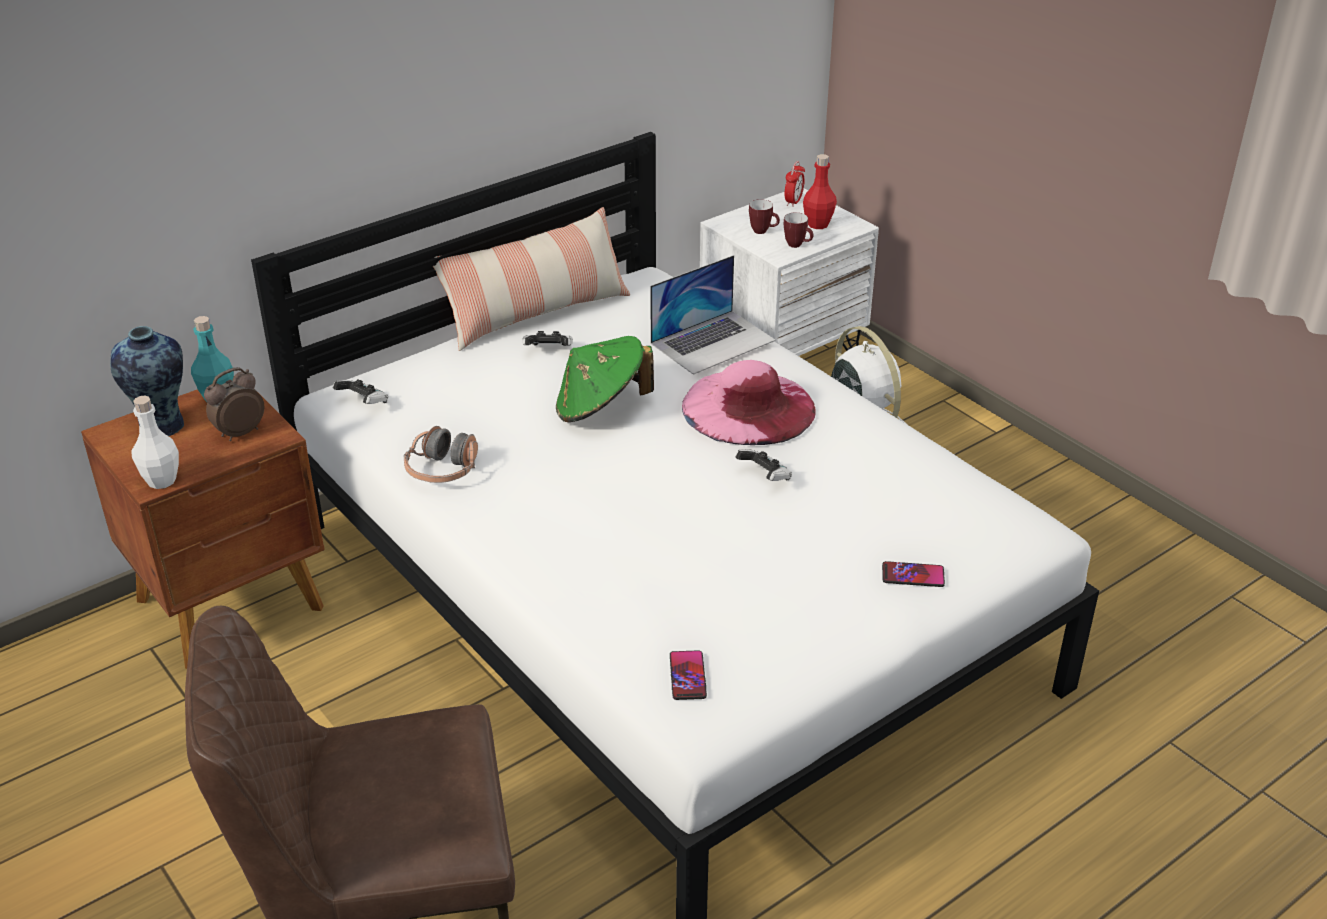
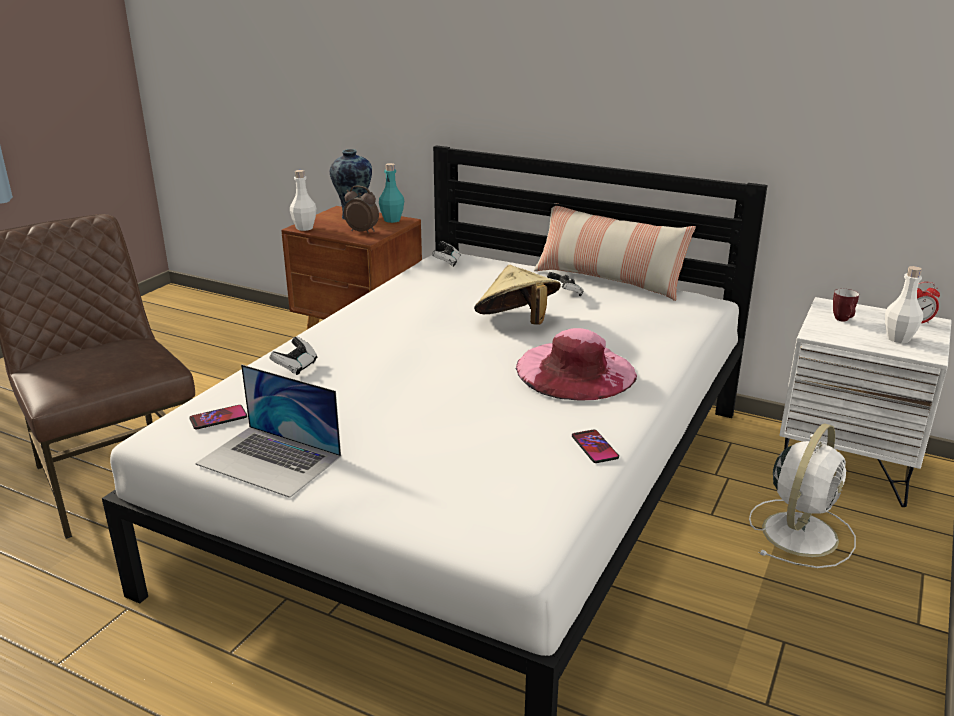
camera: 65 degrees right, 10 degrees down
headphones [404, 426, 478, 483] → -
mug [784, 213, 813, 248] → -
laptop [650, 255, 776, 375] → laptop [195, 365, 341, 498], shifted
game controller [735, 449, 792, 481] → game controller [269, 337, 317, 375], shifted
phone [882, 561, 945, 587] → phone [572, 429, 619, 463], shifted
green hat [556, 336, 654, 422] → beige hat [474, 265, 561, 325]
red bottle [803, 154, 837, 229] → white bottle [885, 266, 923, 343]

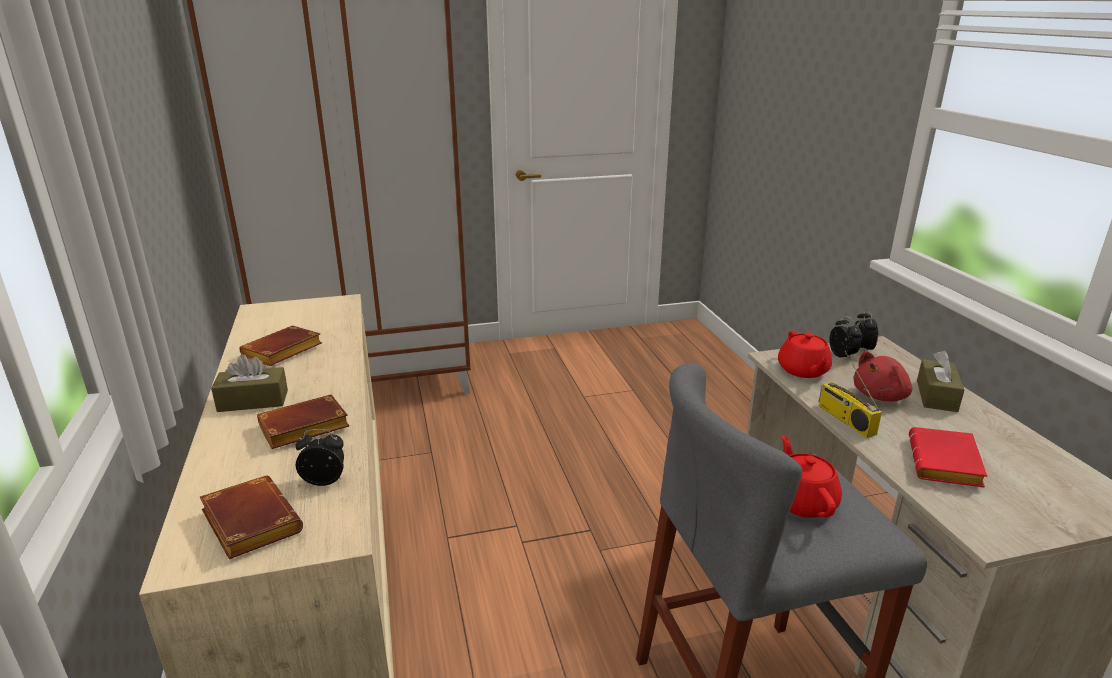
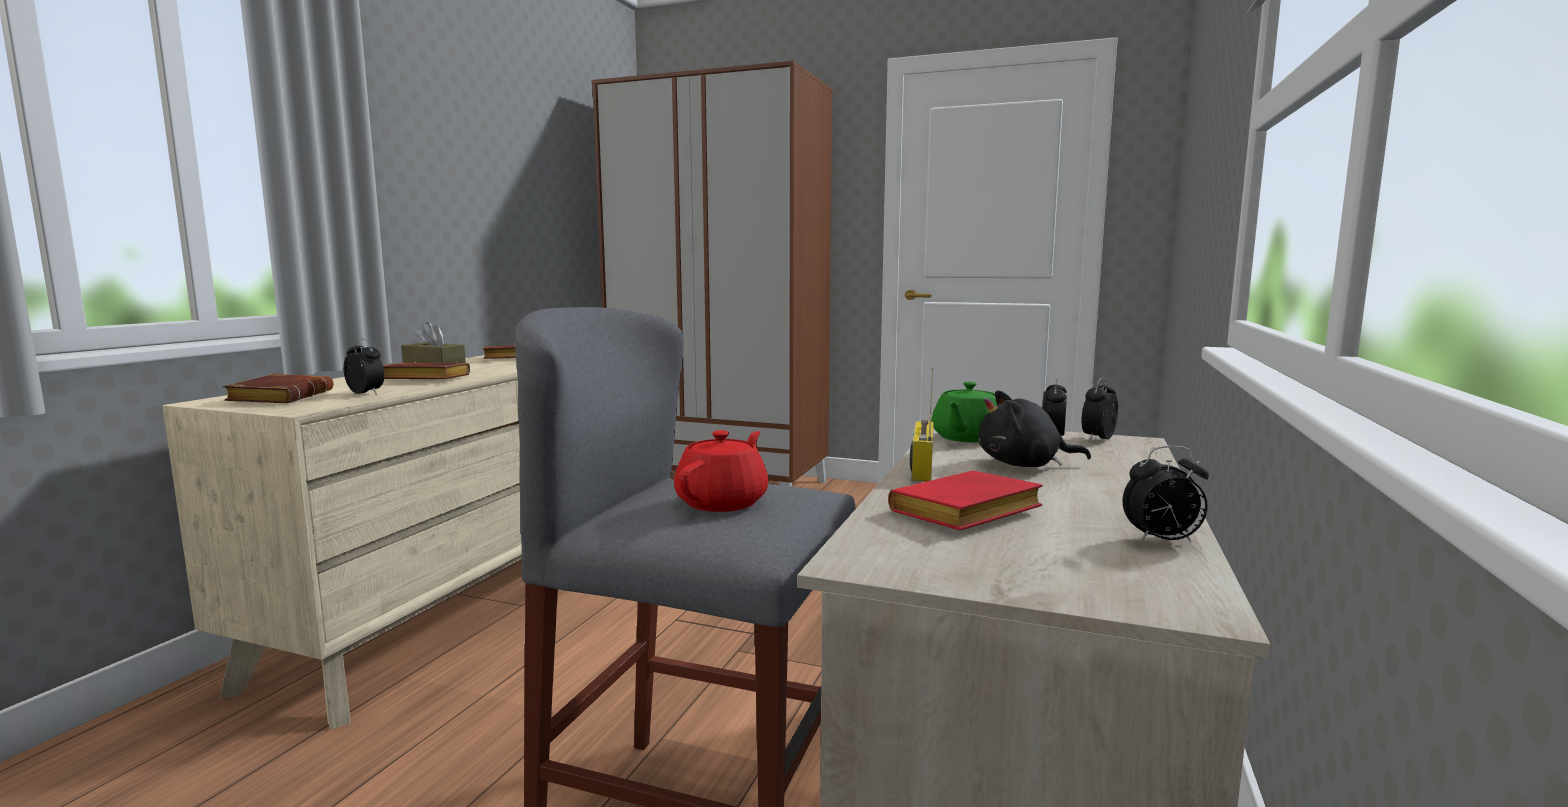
camera: 35 degrees right, 15 degrees down
brown tissue box [917, 351, 964, 412] → -
- → alarm clock [1123, 446, 1209, 543]
red teapot [778, 331, 832, 378] → green teapot [931, 382, 997, 443]
red plush toy [853, 351, 912, 401] → black plush toy [979, 390, 1091, 467]

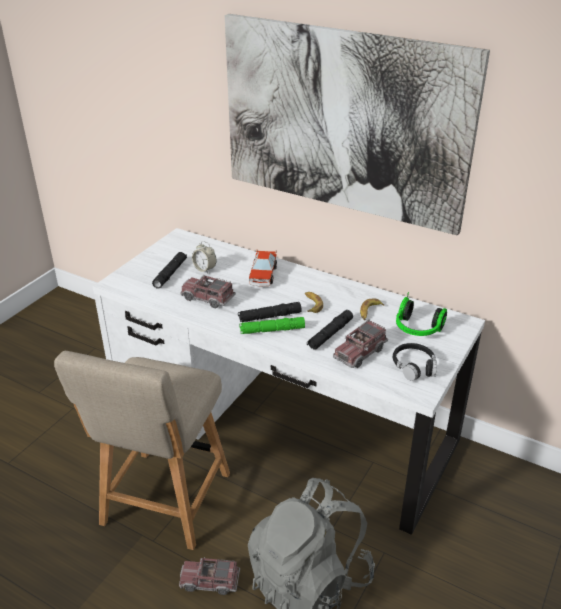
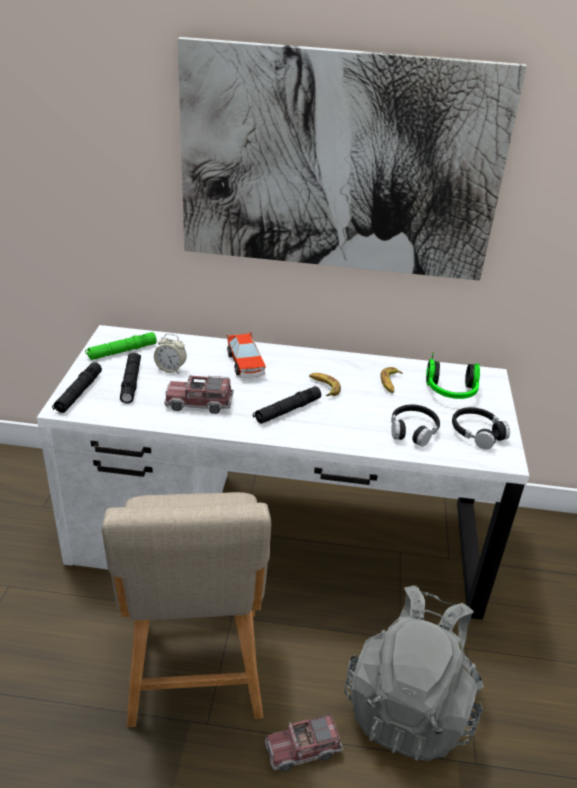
camera: 25 degrees left, 0 degrees up
green flashlight [239, 317, 305, 334] → green flashlight [85, 332, 157, 360], shifted
black flashlight [307, 310, 353, 350] → black flashlight [52, 362, 102, 413], shifted
toy truck [333, 320, 388, 368] → black headphones [391, 405, 440, 447]

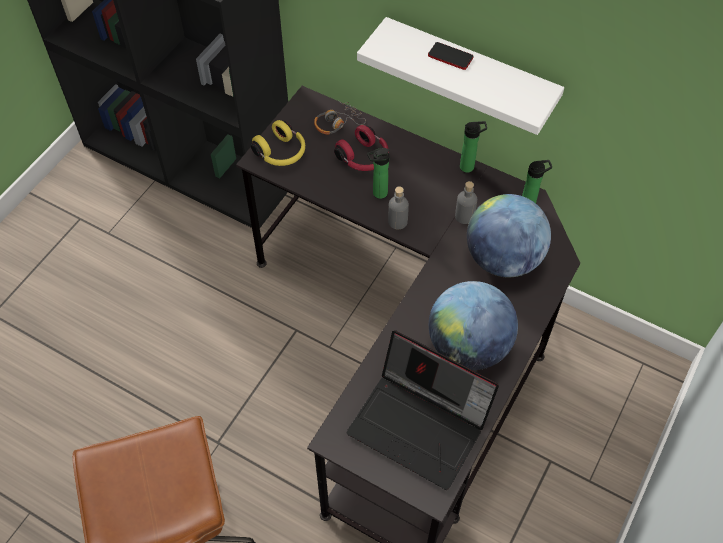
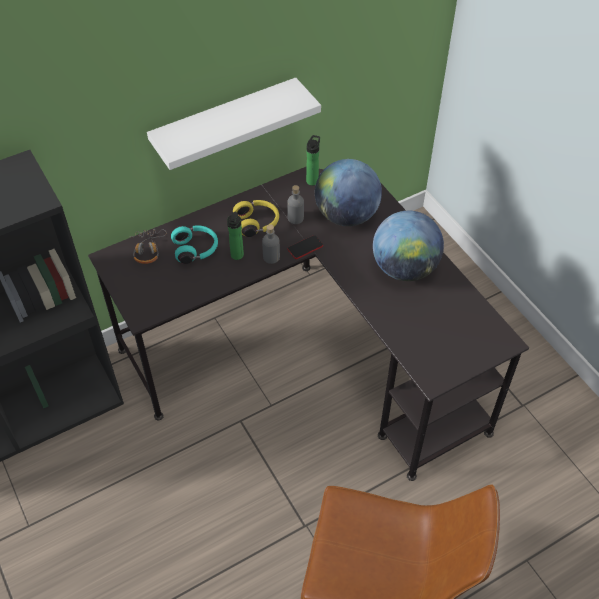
camera: 60 degrees left, 5 degrees down
laptop [347, 330, 499, 490] → -
bottle [460, 121, 487, 173] → -
yellow headphones [251, 120, 305, 166] → yellow headphones [233, 200, 279, 237], shifted
phone [428, 42, 474, 70] → phone [287, 235, 323, 259], shifted
red headphones [334, 125, 389, 171] → turquoise headphones [171, 225, 218, 264]

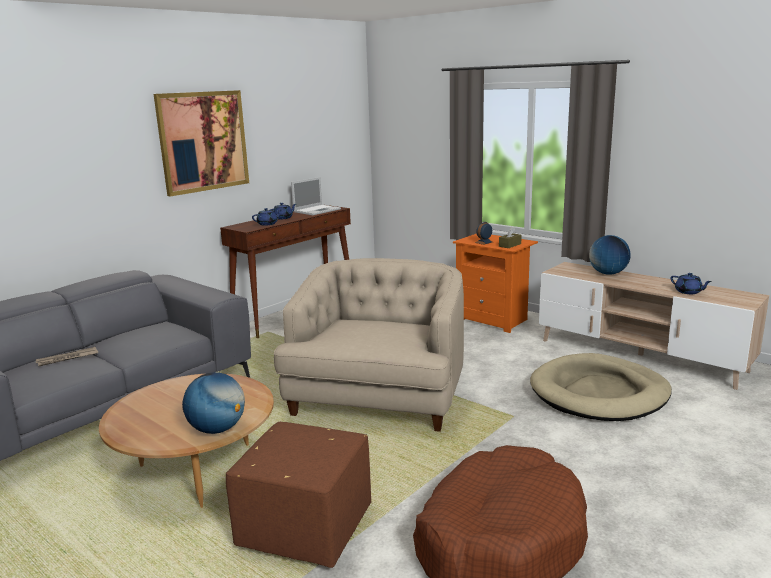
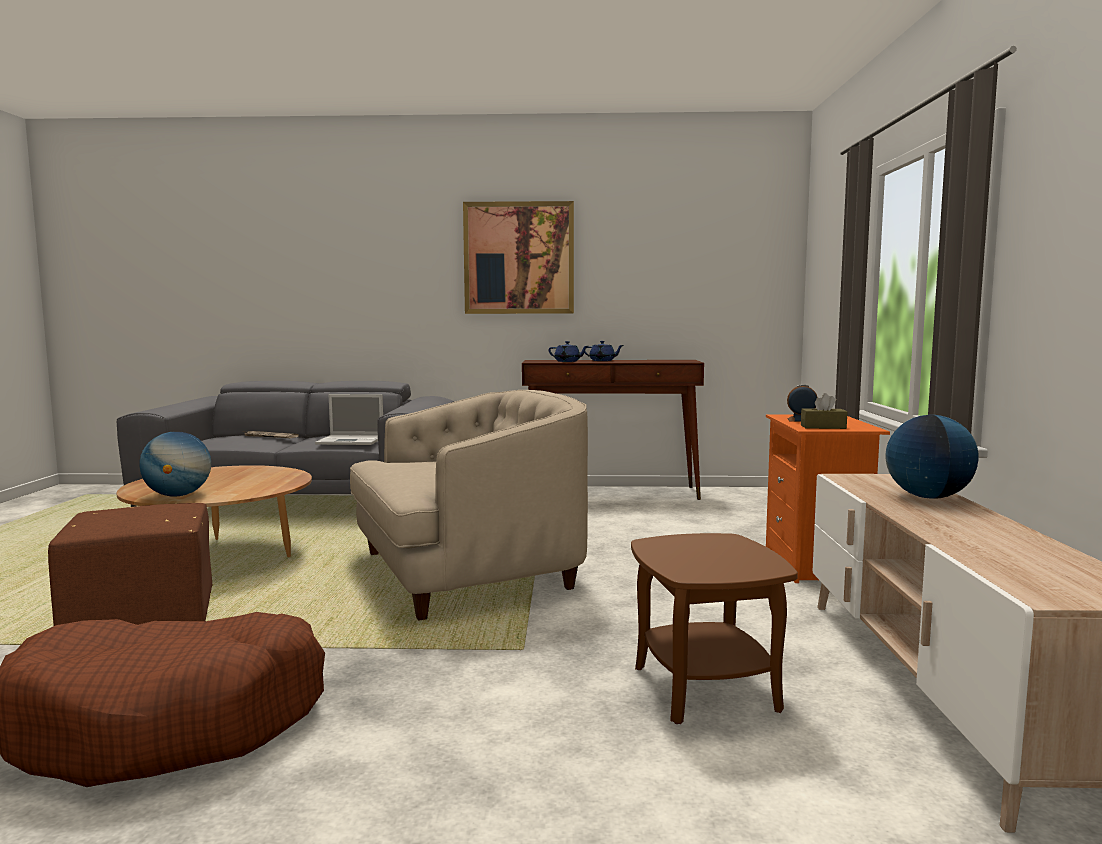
camera: 50 degrees right, 10 degrees down
blue teapot [671, 273, 712, 294] → -
laptop [291, 177, 341, 215] → laptop [315, 394, 383, 445], shifted
beige dog bed [530, 353, 672, 421] → brown side table [631, 533, 798, 724]

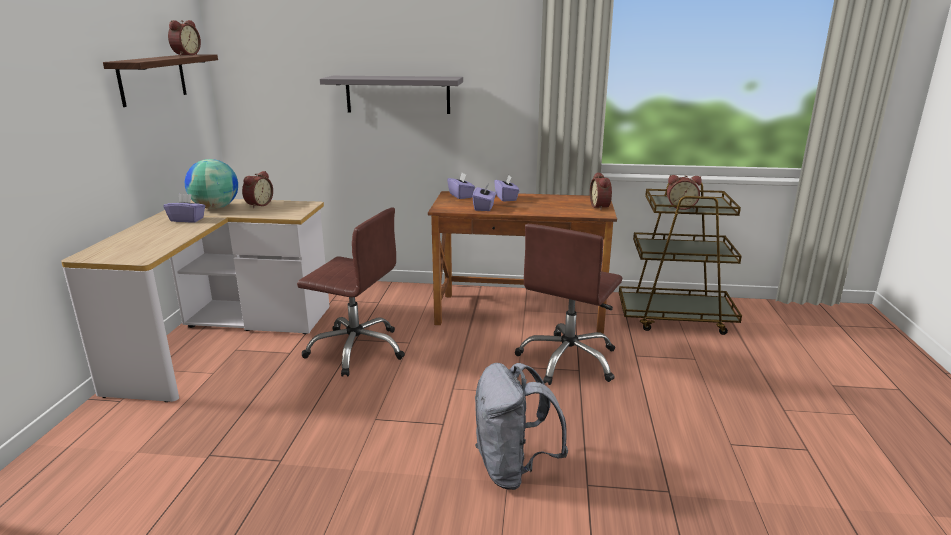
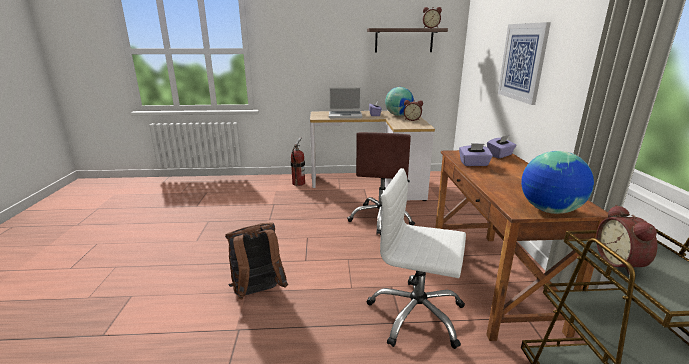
camera: 80 degrees right, 0 degrees up
purple tissue box [494, 175, 520, 202] → -
- → fire extinguisher [291, 137, 305, 186]
- → laptop [329, 87, 363, 118]
grey shelf [320, 76, 463, 114] → picture [498, 22, 551, 105]
alarm clock [590, 172, 612, 210] → globe [521, 151, 594, 214]
grey backpack [475, 363, 568, 490] → brown backpack [225, 222, 288, 300]
brown office chair [515, 224, 623, 385] → white office chair [367, 168, 466, 349]

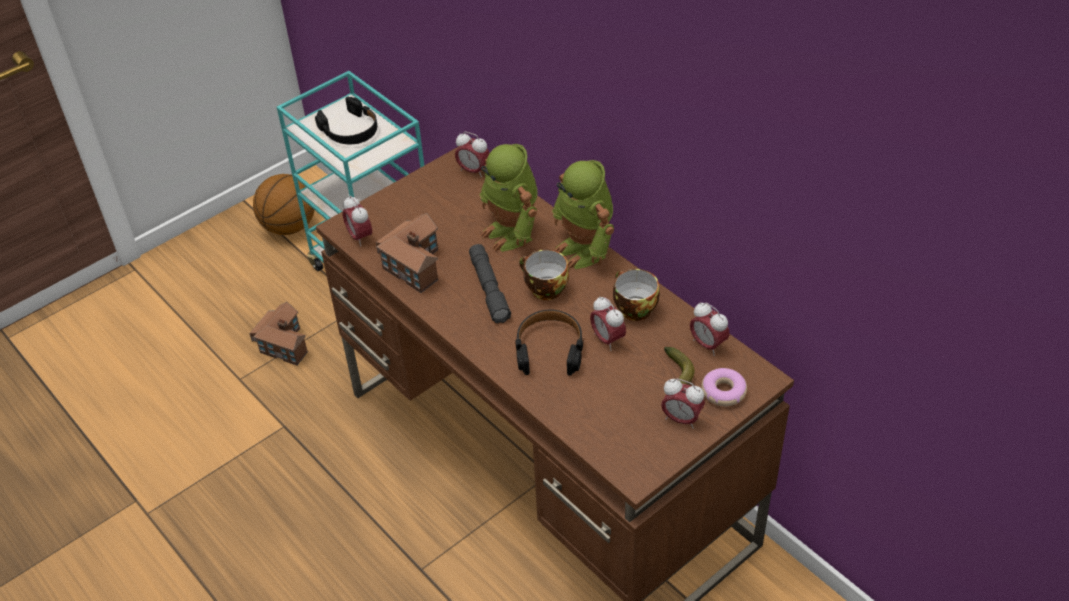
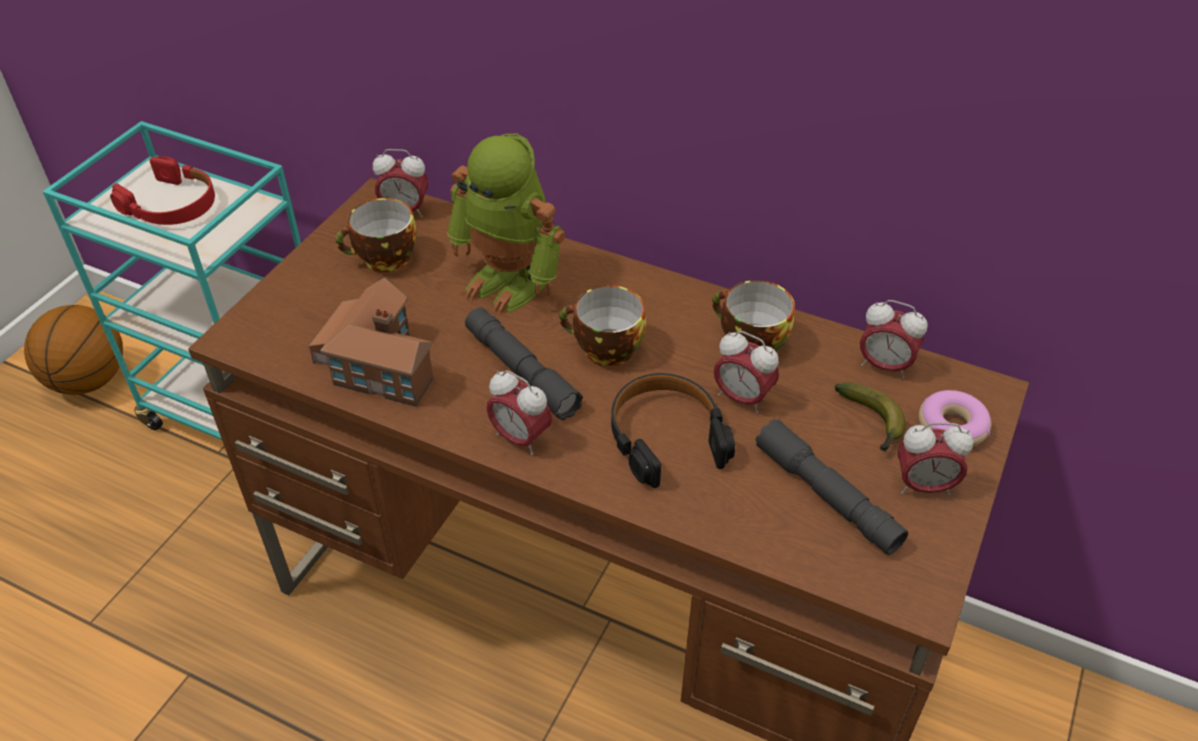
camera: 25 degrees left, 0 degrees up
toy house [249, 302, 308, 365] → -
toy robot [552, 160, 614, 269] → -
- → cup [336, 198, 417, 272]
- → grey flashlight [755, 419, 908, 555]
alarm clock [342, 196, 372, 247] → alarm clock [486, 370, 552, 455], shifted
black headphones [315, 97, 377, 144] → red headphones [110, 156, 215, 225]

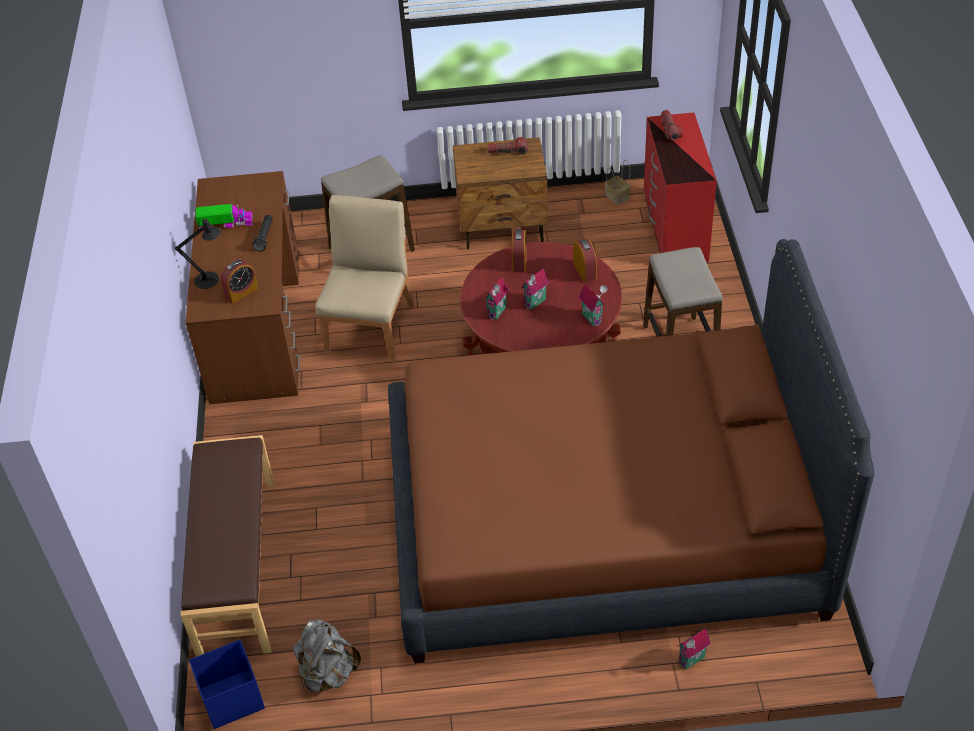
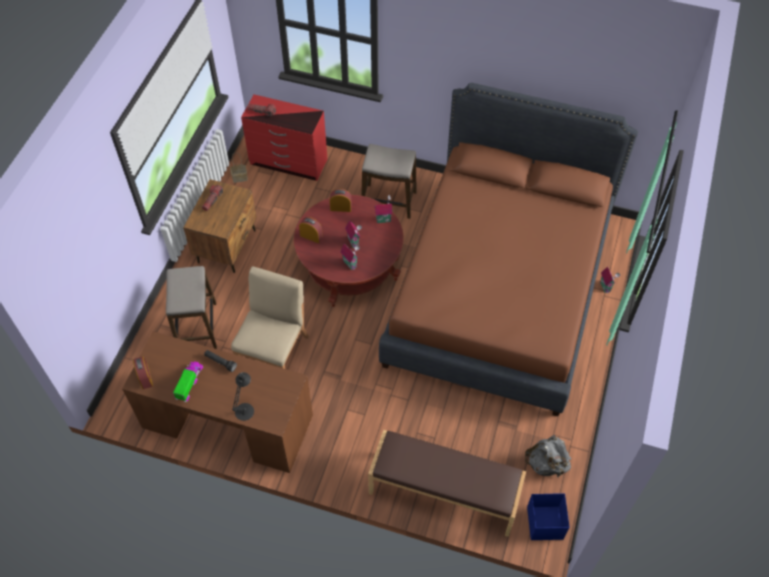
camera: 70 degrees left, 10 degrees up
alarm clock [220, 259, 258, 304] → alarm clock [133, 356, 153, 389], shifted
beige chair [315, 195, 414, 362] → beige chair [231, 266, 309, 369], 75 degrees clockwise

